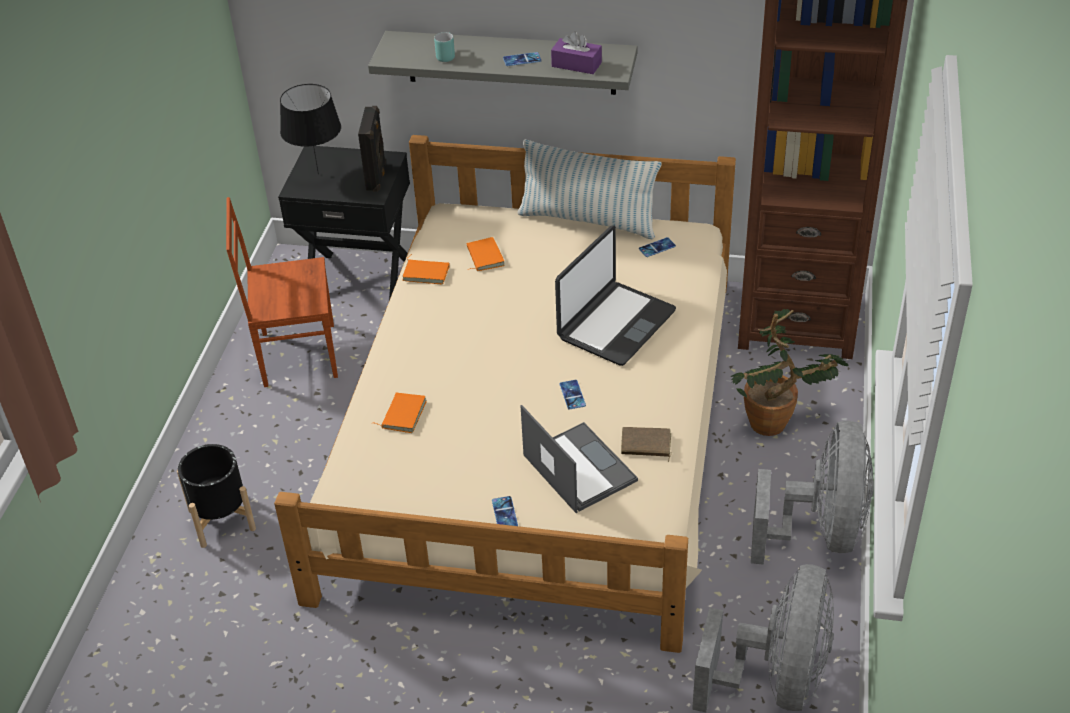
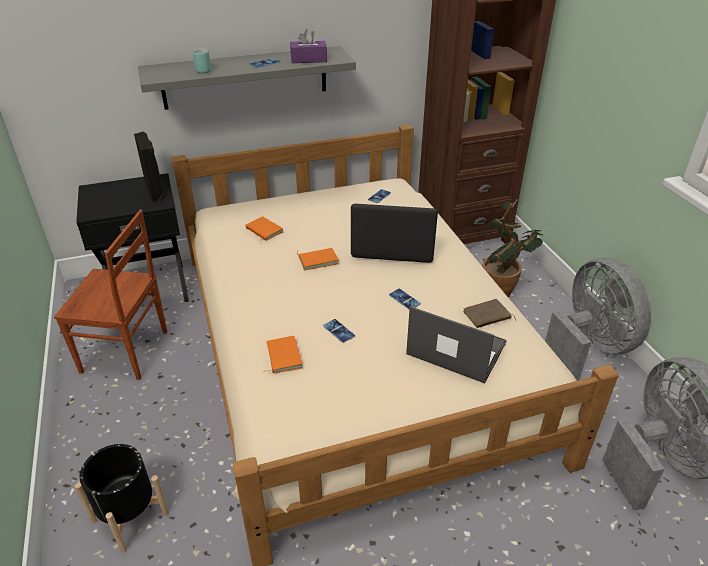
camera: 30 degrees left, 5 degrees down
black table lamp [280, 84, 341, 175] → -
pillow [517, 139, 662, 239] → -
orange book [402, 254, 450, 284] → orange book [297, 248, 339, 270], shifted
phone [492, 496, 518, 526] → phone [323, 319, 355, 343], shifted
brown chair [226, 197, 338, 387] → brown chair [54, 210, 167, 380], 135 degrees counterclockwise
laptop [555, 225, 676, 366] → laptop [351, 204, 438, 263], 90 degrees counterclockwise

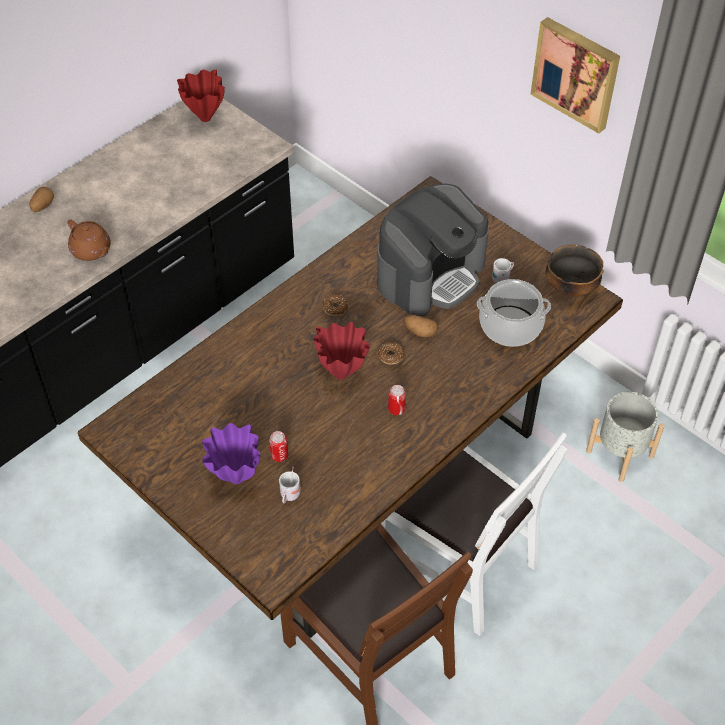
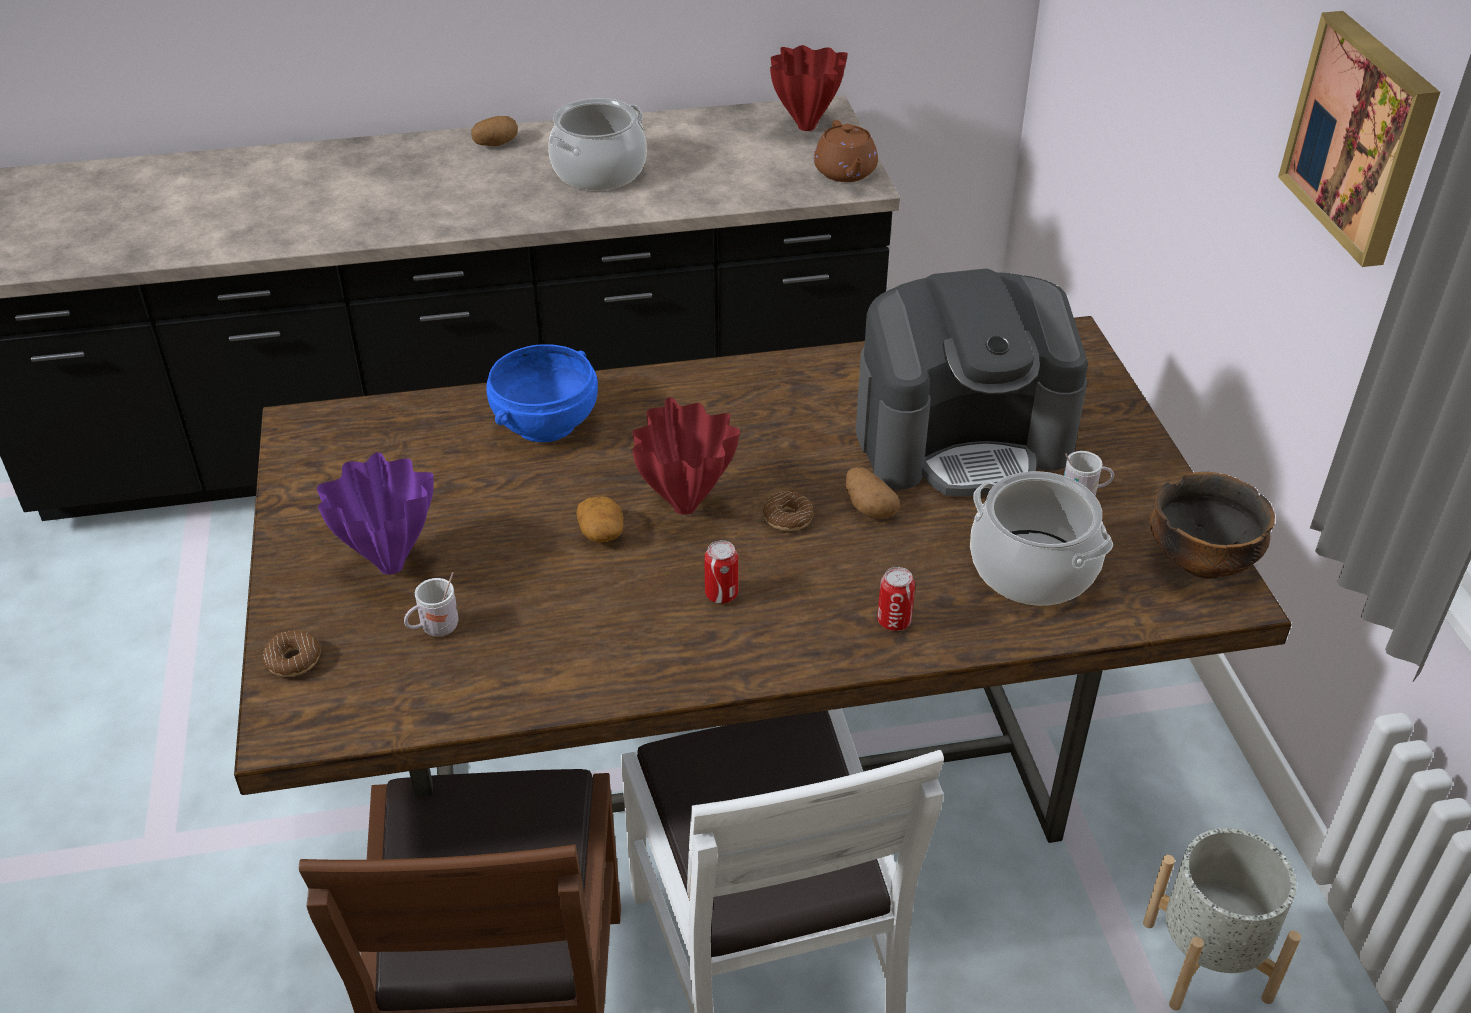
camera: 35 degrees right, 10 degrees down
- → blue bowl [486, 344, 598, 442]
- → cooking pot [548, 98, 647, 191]
- → potato [576, 496, 623, 543]
brown teapot [67, 220, 111, 261] → brown teapot [814, 120, 878, 182], shifted
can [269, 431, 288, 462] → can [877, 567, 915, 631], shifted
donut [322, 294, 348, 316] → donut [263, 630, 321, 677], shifted

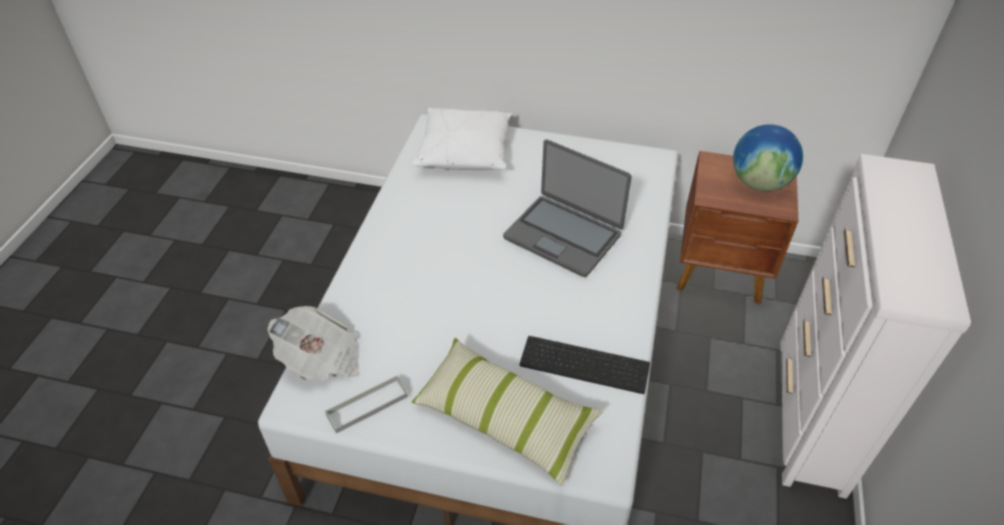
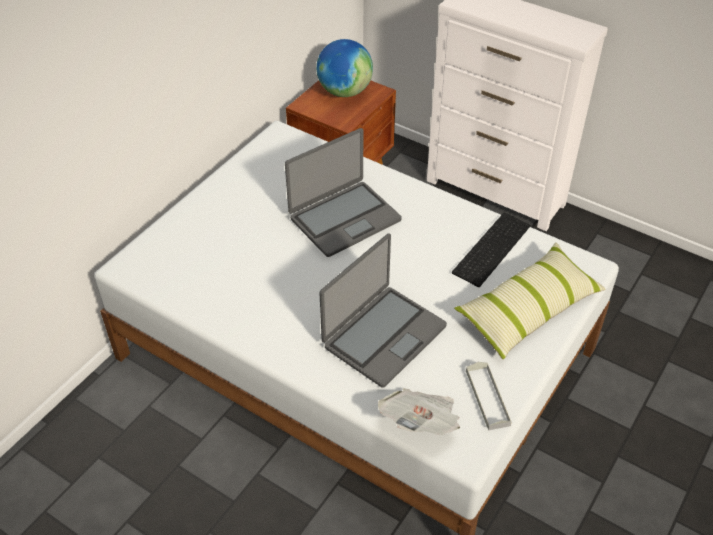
camera: 70 degrees left, 0 degrees up
white pillow [412, 108, 512, 170] → -
- → laptop [320, 234, 447, 388]

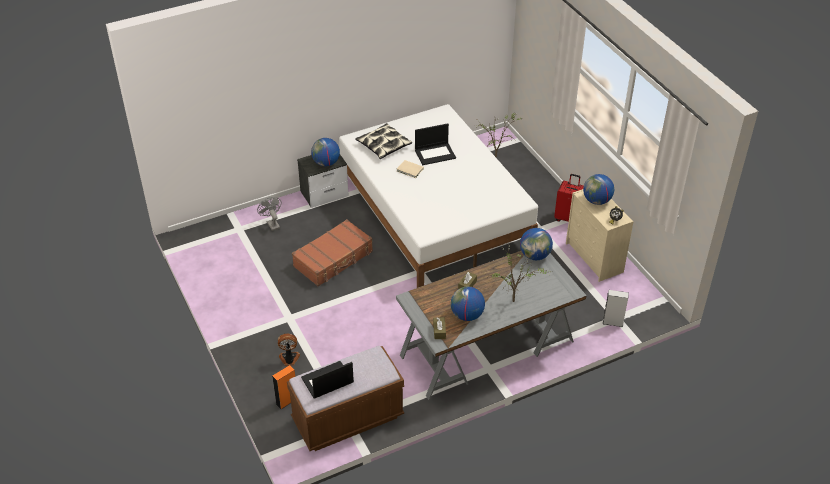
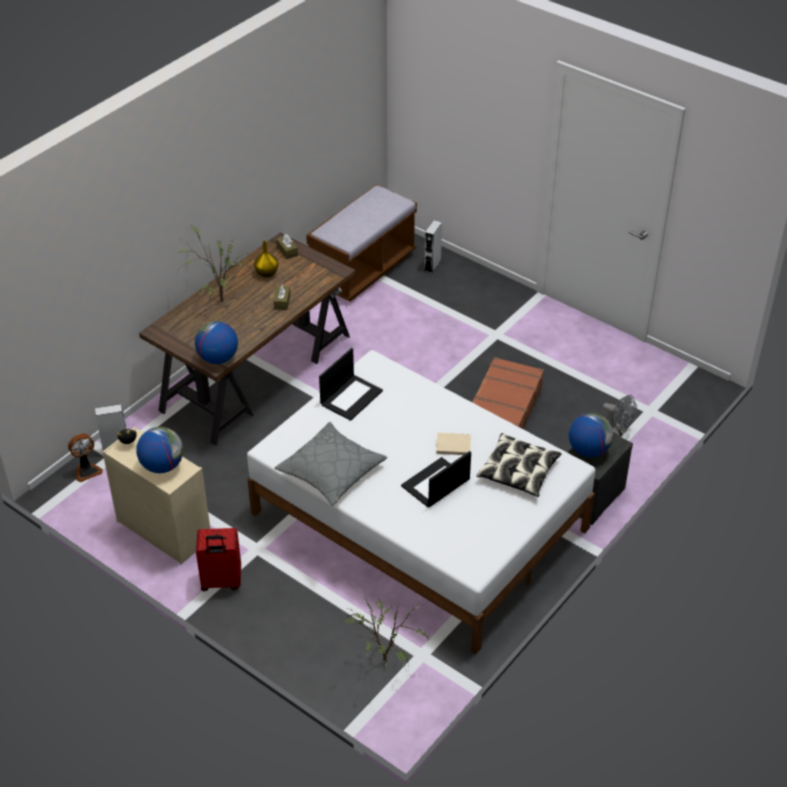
camera: 155 degrees right, 0 degrees up
- → grey pillow [275, 422, 387, 506]
fan [278, 334, 300, 366] → fan [68, 434, 103, 482], shifted
laptop [301, 361, 354, 398] → laptop [319, 348, 383, 421], shifted
globe [451, 286, 485, 321] → yellow vase [254, 241, 278, 278]
orange speaker [272, 365, 295, 410] → grey speaker [424, 220, 442, 273]
grey desk [396, 251, 587, 400] → brown desk [139, 233, 356, 446]

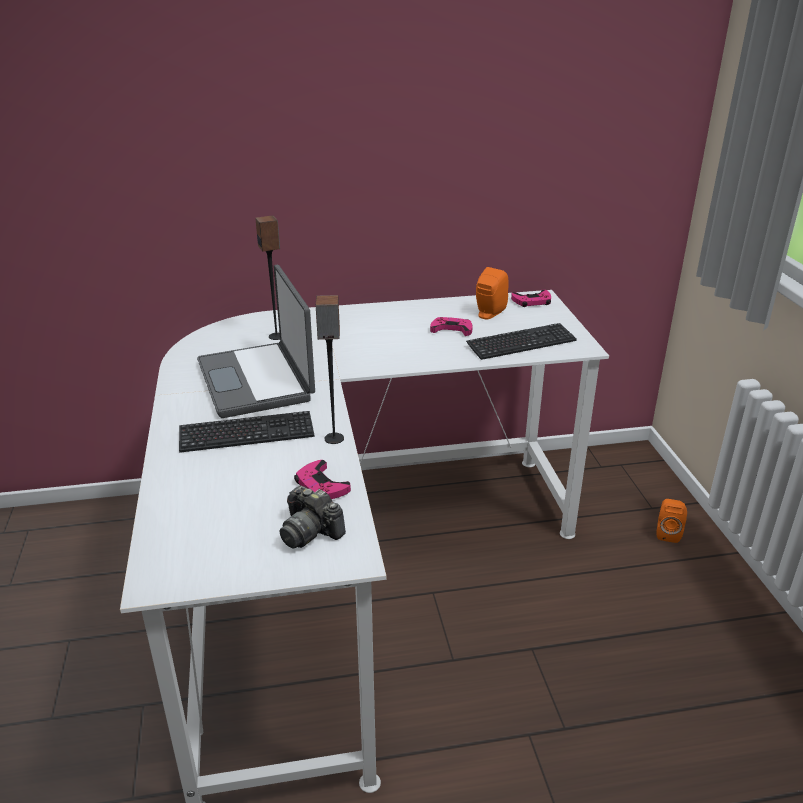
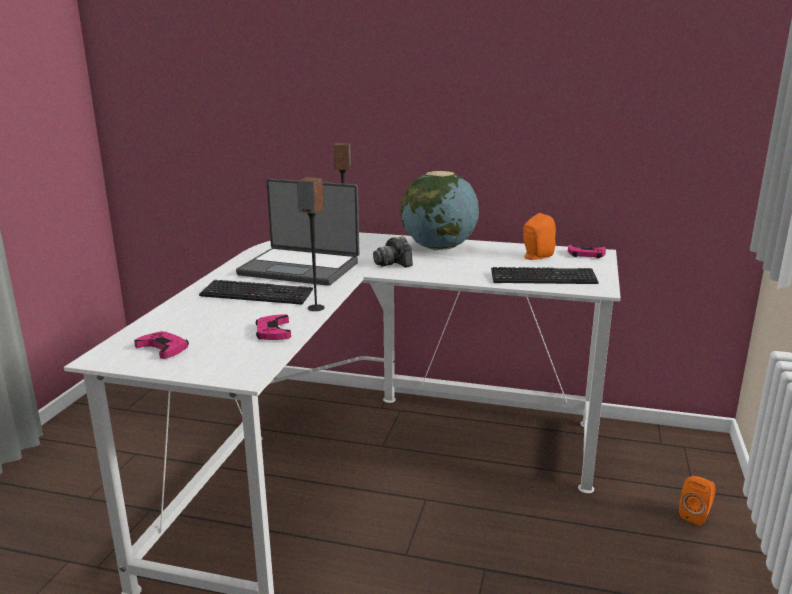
camera: 25 degrees right, 10 degrees down
- → globe [400, 171, 479, 250]
photo camera [279, 485, 346, 549] → photo camera [373, 236, 413, 268], shifted
pink game controller [430, 317, 473, 336] → pink game controller [134, 331, 189, 359], shifted
laptop [197, 264, 315, 418] → laptop [236, 179, 359, 286], 75 degrees counterclockwise

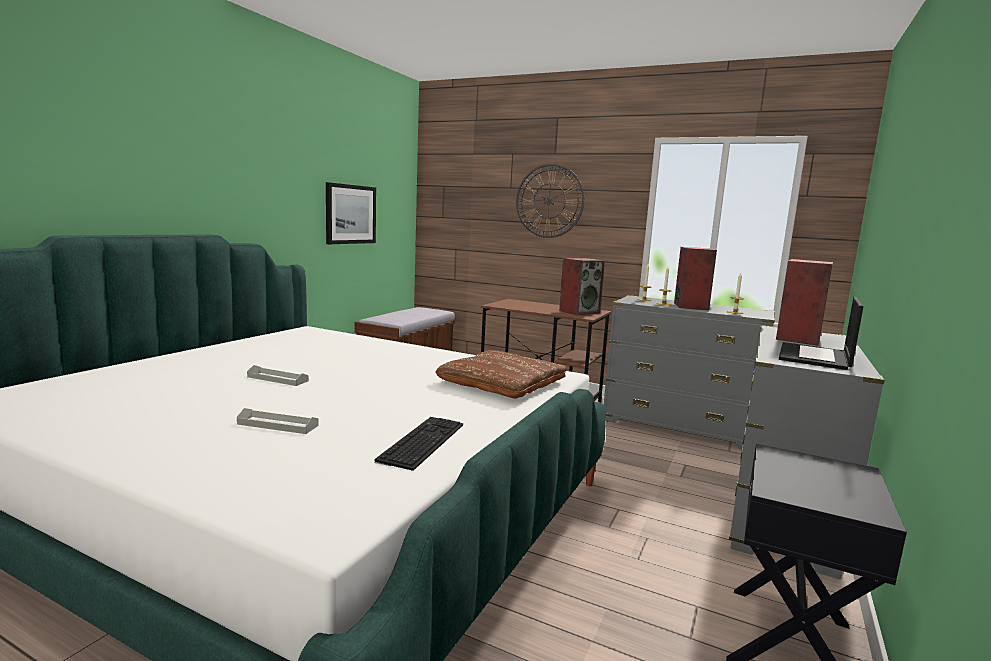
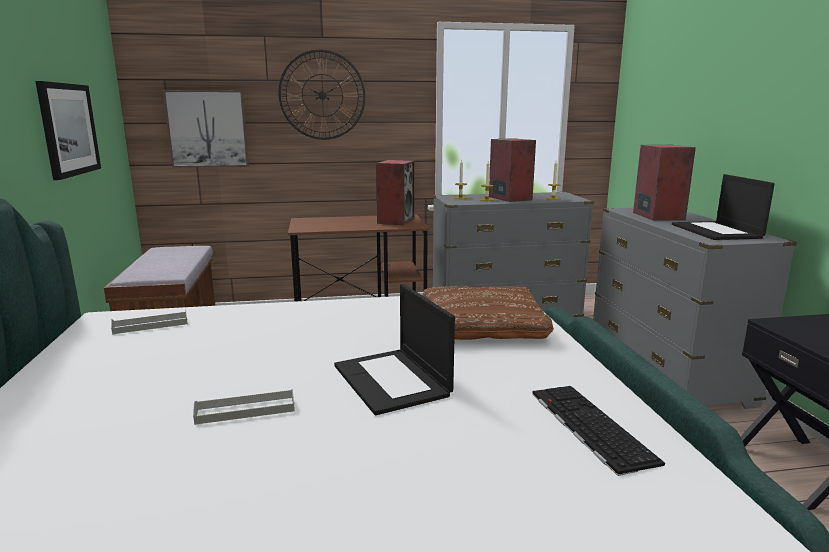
camera: 35 degrees left, 5 degrees up
- → picture [163, 90, 249, 168]
- → laptop [334, 284, 455, 415]
grey tray [237, 408, 319, 434] → grey tray [111, 310, 188, 334], shifted

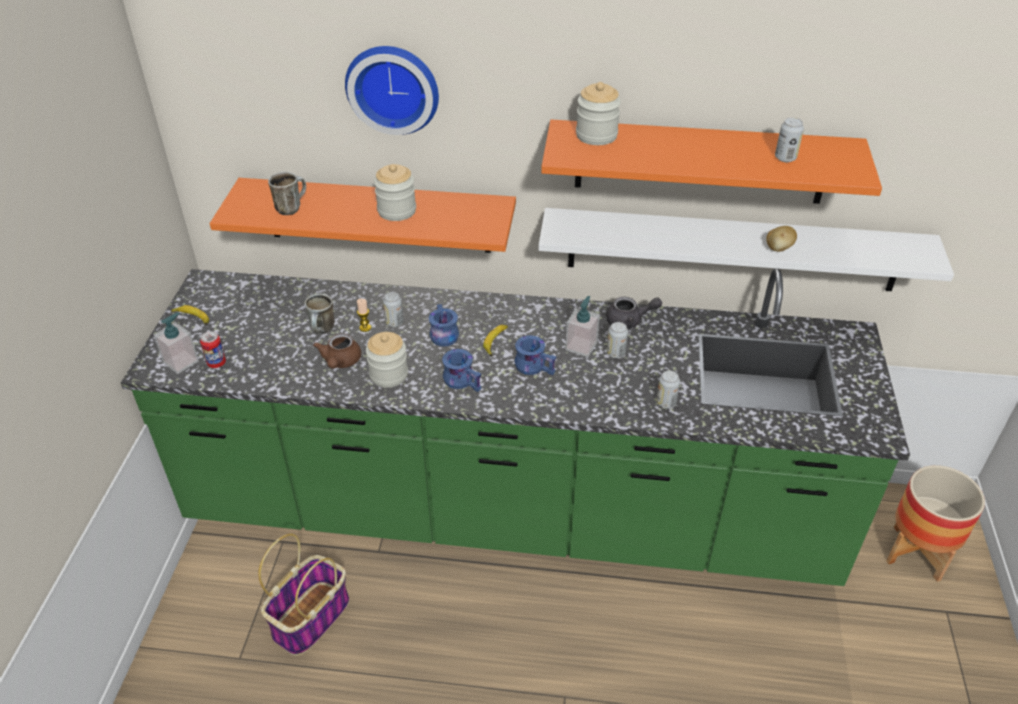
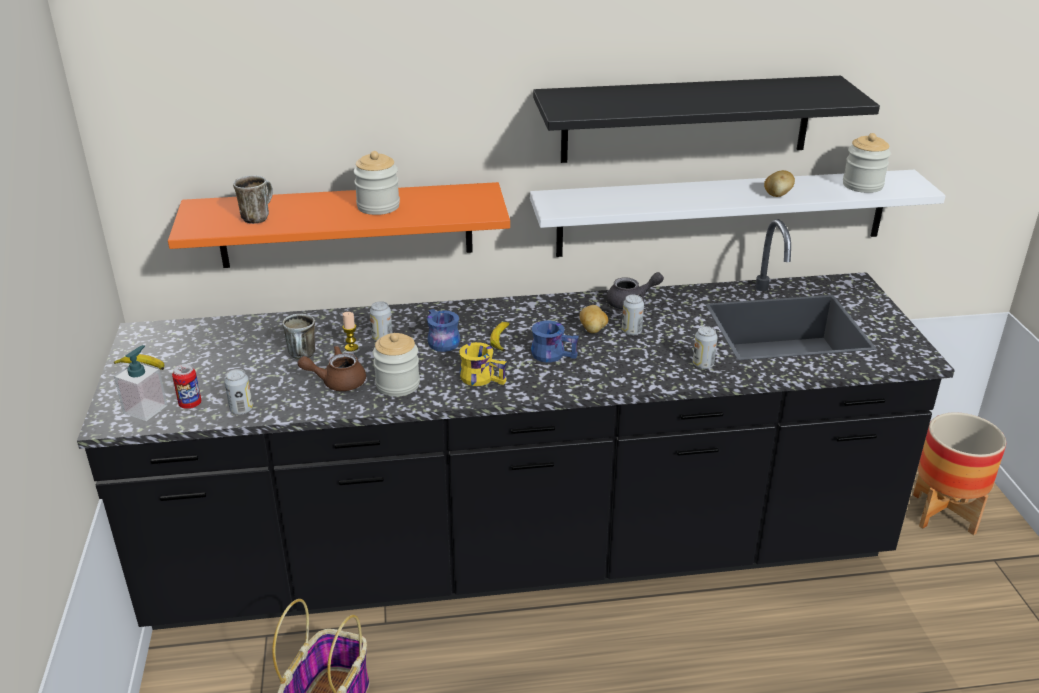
camera: 15 degrees left, 10 degrees down
wall clock [345, 46, 439, 135] → -
jar [576, 82, 621, 145] → jar [843, 133, 891, 193], shifted
can [775, 117, 804, 162] → can [224, 369, 253, 415], shifted
soap dispenser [565, 296, 600, 357] → potato [579, 305, 608, 333]
green counter [121, 268, 910, 586] → black counter [77, 219, 955, 630]
blue mug [442, 349, 481, 392] → yellow mug [459, 342, 507, 386]
orange shelf [541, 119, 882, 204] → black shelf [533, 76, 880, 163]
brown teapot [313, 334, 361, 369] → brown teapot [298, 346, 366, 391], 90 degrees clockwise

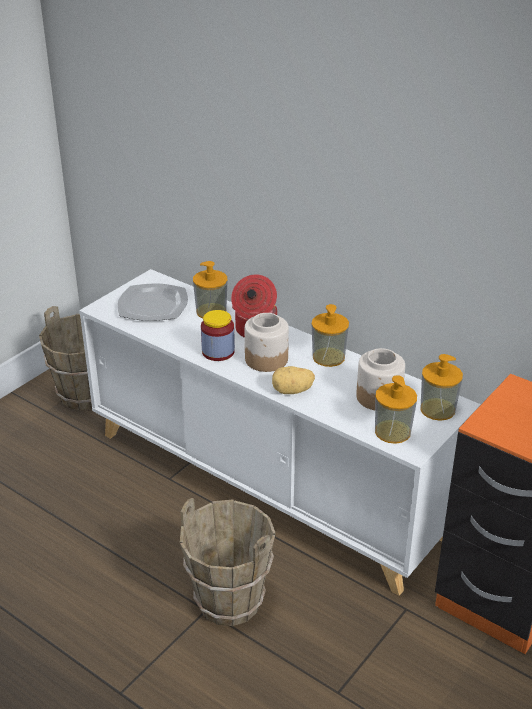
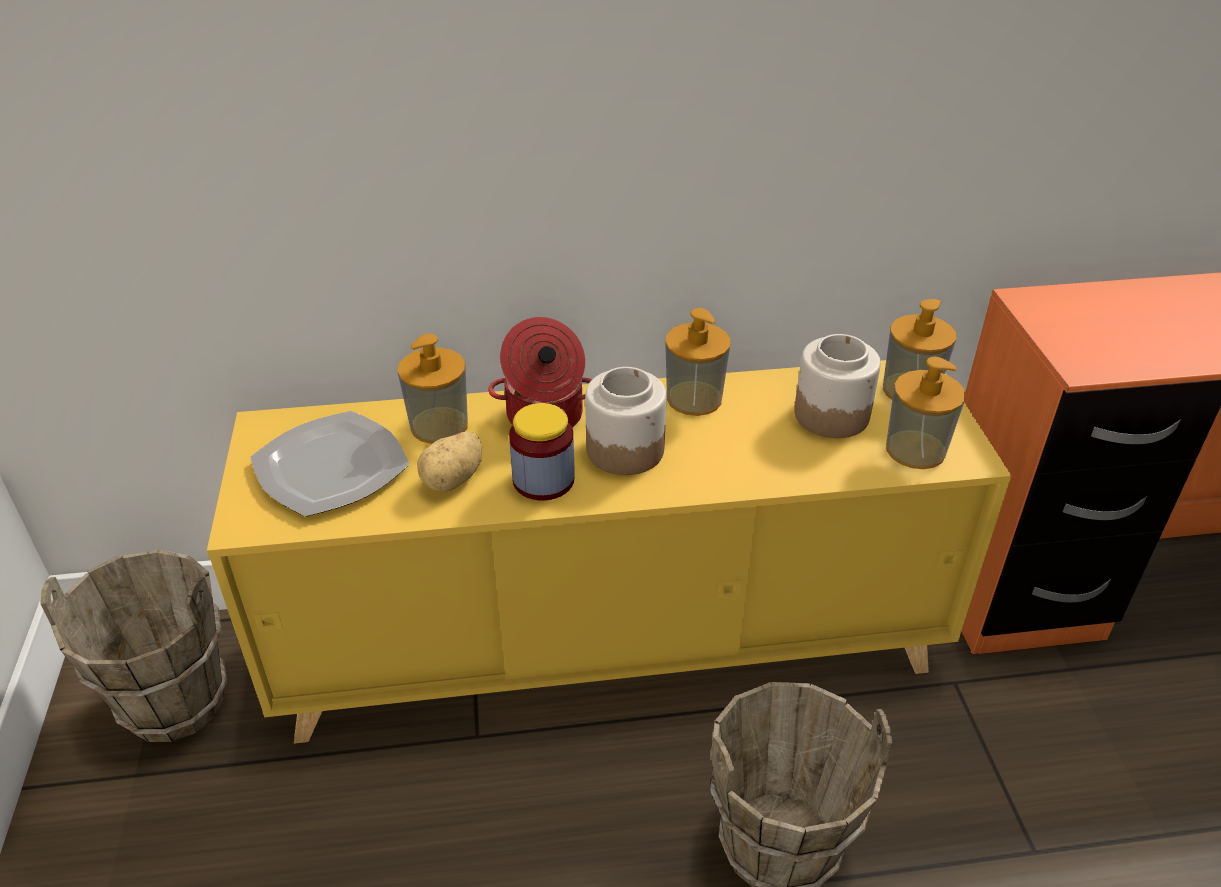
camera: 45 degrees left, 5 degrees up
potato [272, 366, 315, 394] → potato [417, 431, 482, 492], shifted
white cabinet [79, 269, 481, 596] → yellow cabinet [207, 360, 1012, 744]

